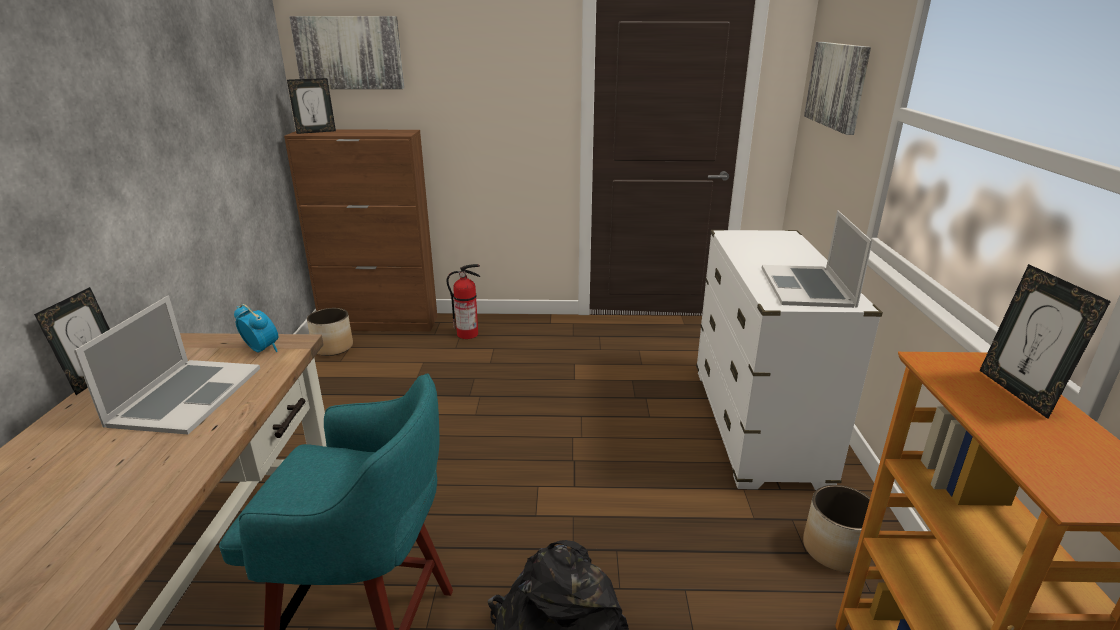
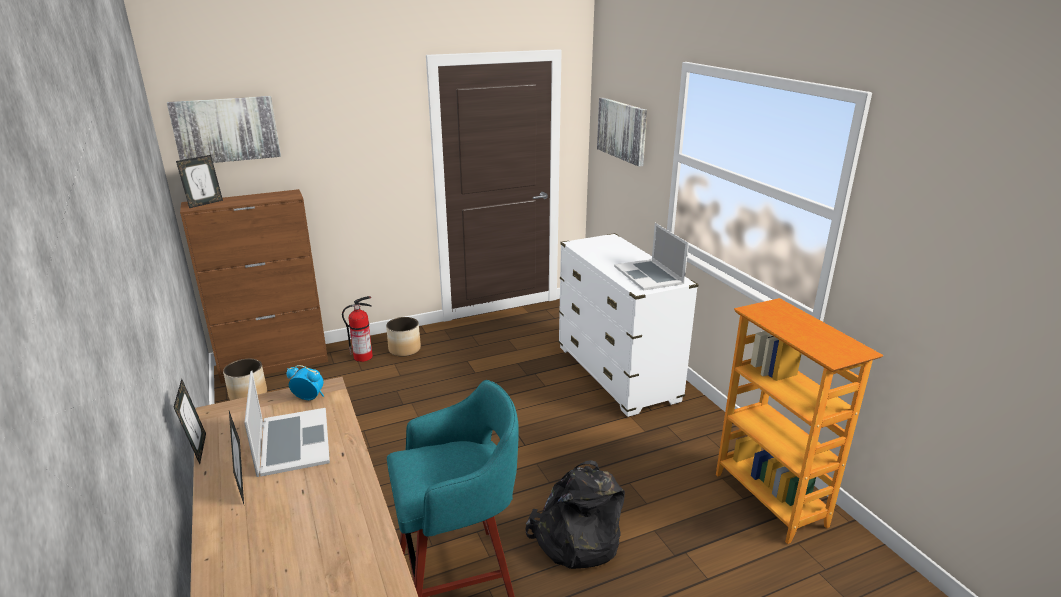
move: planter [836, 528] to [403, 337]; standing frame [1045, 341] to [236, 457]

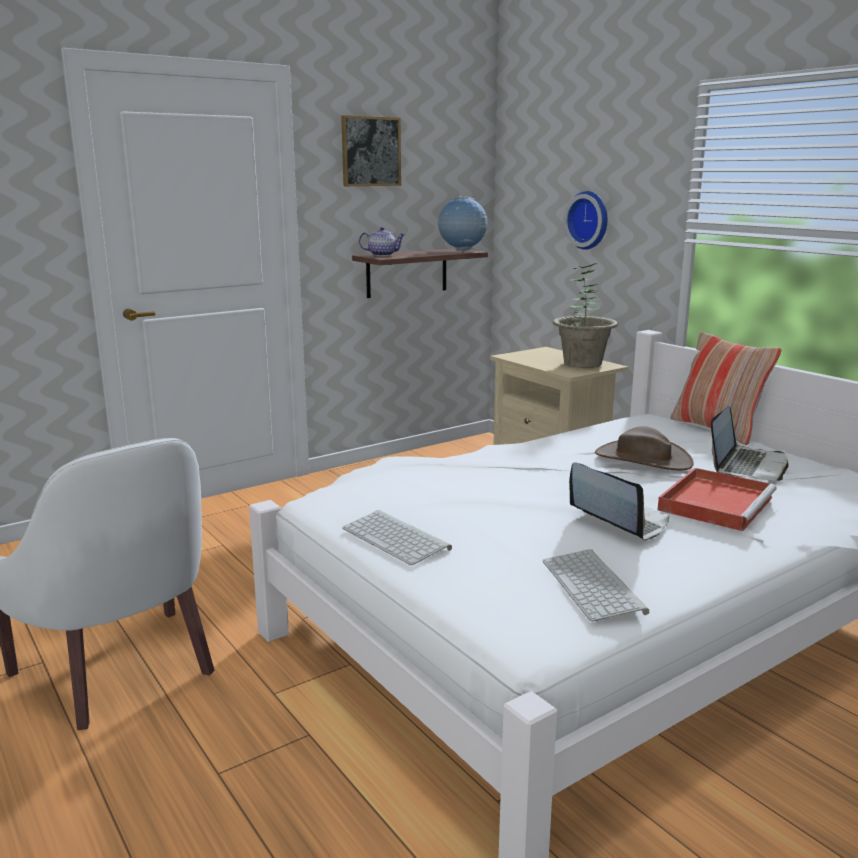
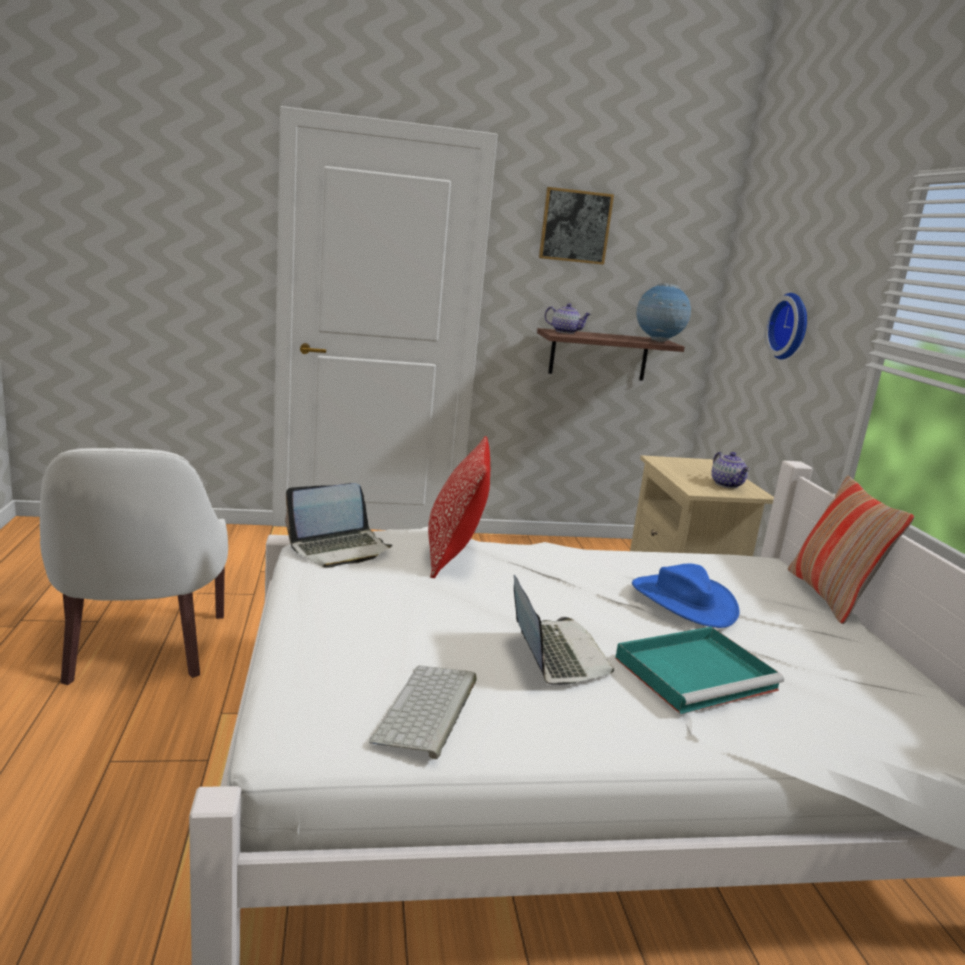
delete: PC keyboard [397, 537]
insert: cushion [459, 507]
move: notebook computer [750, 443] to [338, 525]
replace: houseplant [585, 315] to pot for tea [730, 470]
recolor: wearable hat/brown-coloured [644, 448] to wearable hat/bluish [686, 596]; serving tray/red-coloured [717, 499] to serving tray/turquoise-coloured [699, 670]

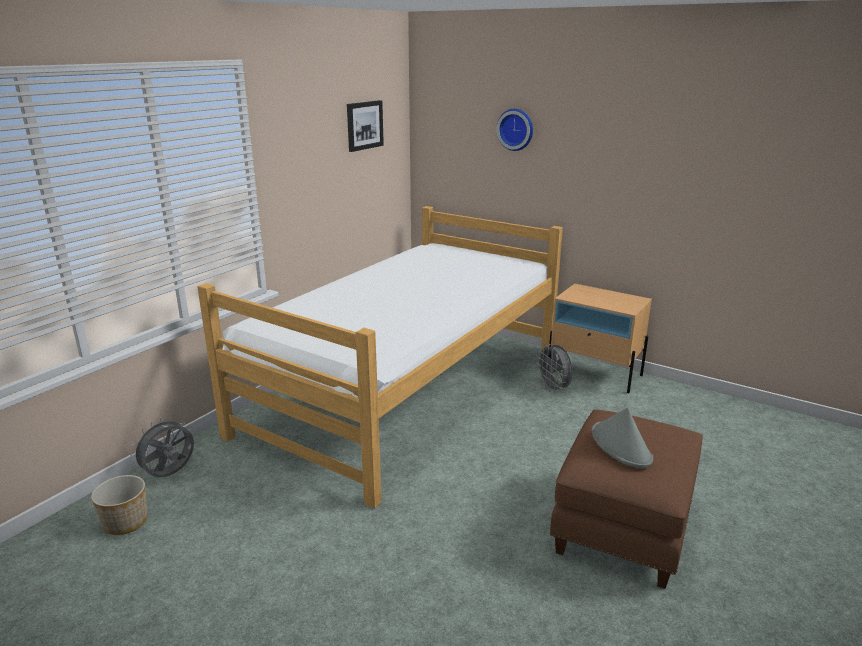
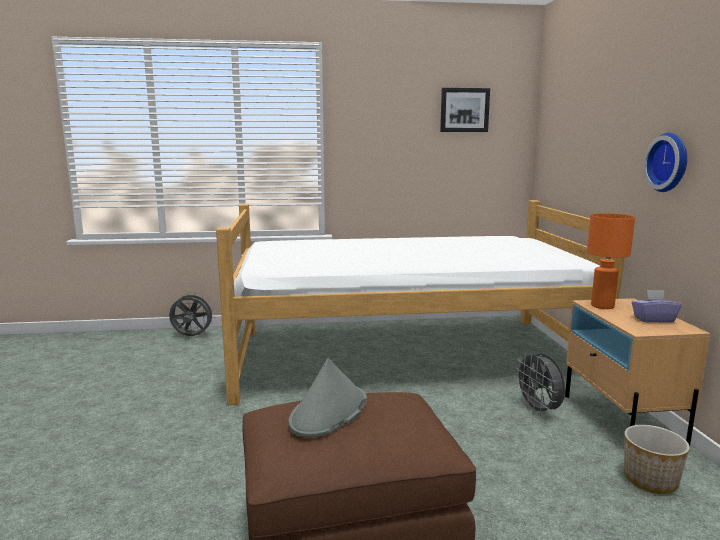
insert: table lamp/orange [611, 261]; tissue box/purple [656, 306]
move: planter [119, 505] to [657, 459]; wall clock [514, 130] to [665, 162]
rotate: electric fan/gray [554, 368] = [539, 383] 45 degrees counterclockwise

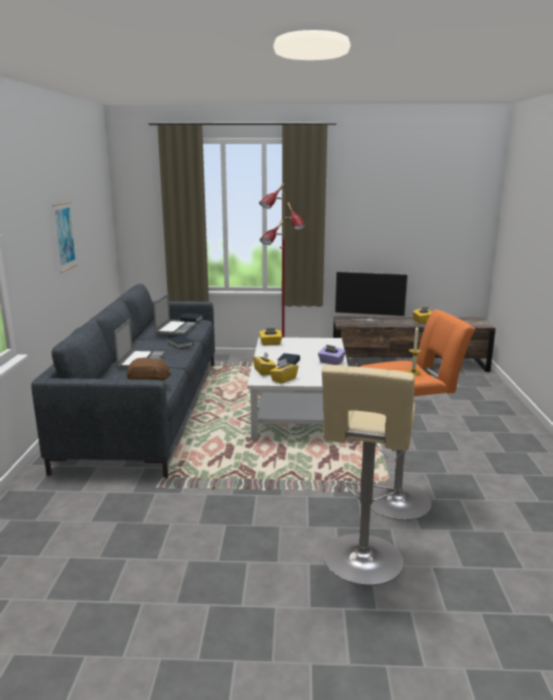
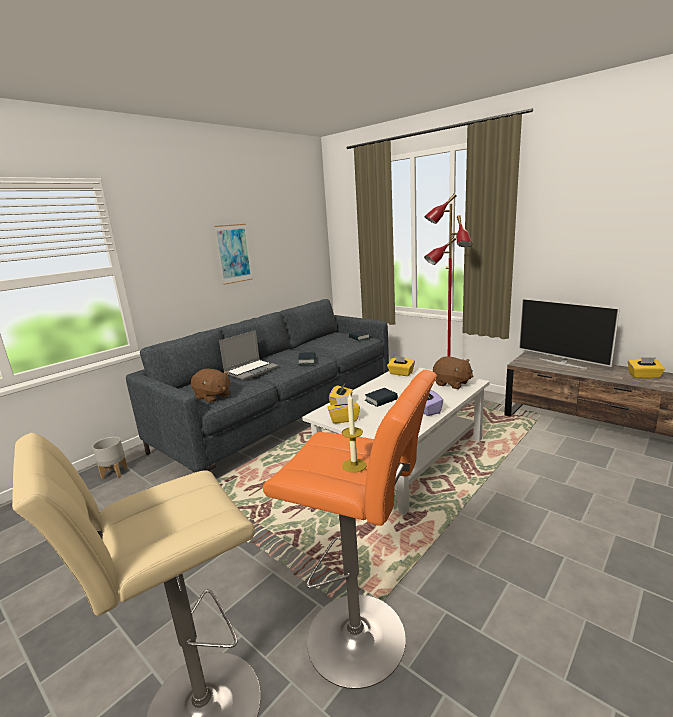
delete: notebook computer [174, 314]
insert: planter/gray [110, 458]; cuddly toy/brown-coloured [453, 372]

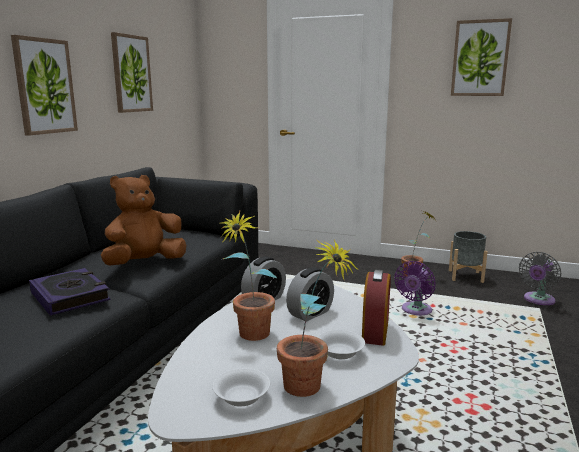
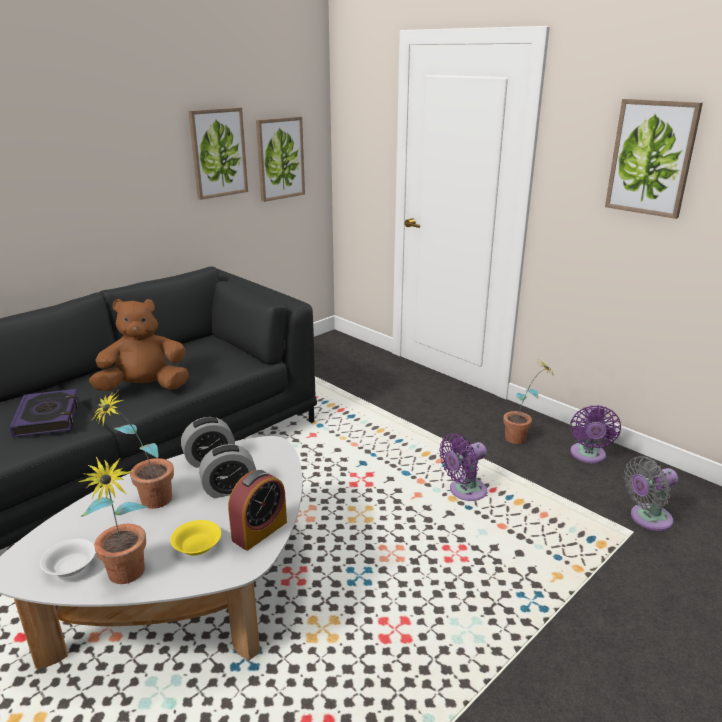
move: picture [44, 85] to [280, 159]
replace: planter/gray [468, 257] to electric fan/purple [595, 434]
recolor: bowl/white-coloured [341, 344] to bowl/yellow-coloured [195, 538]

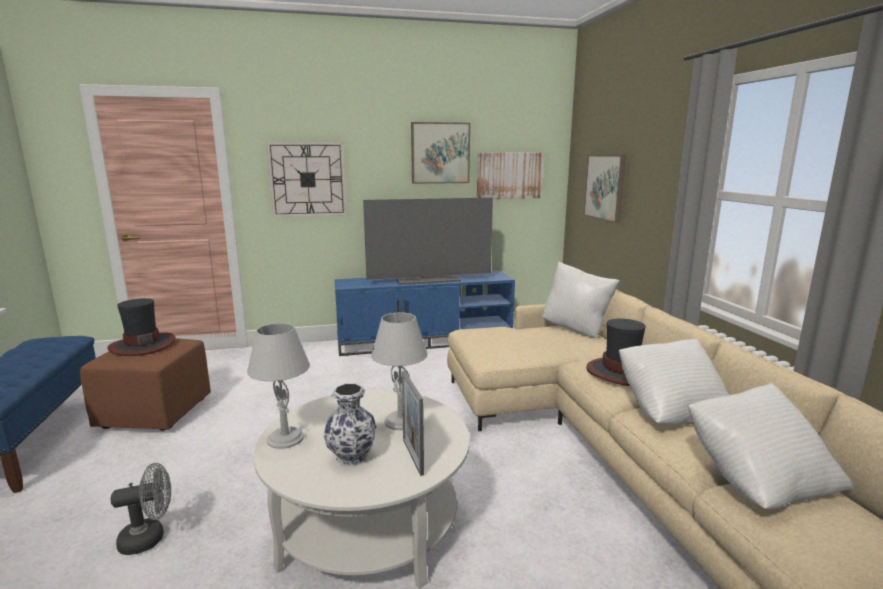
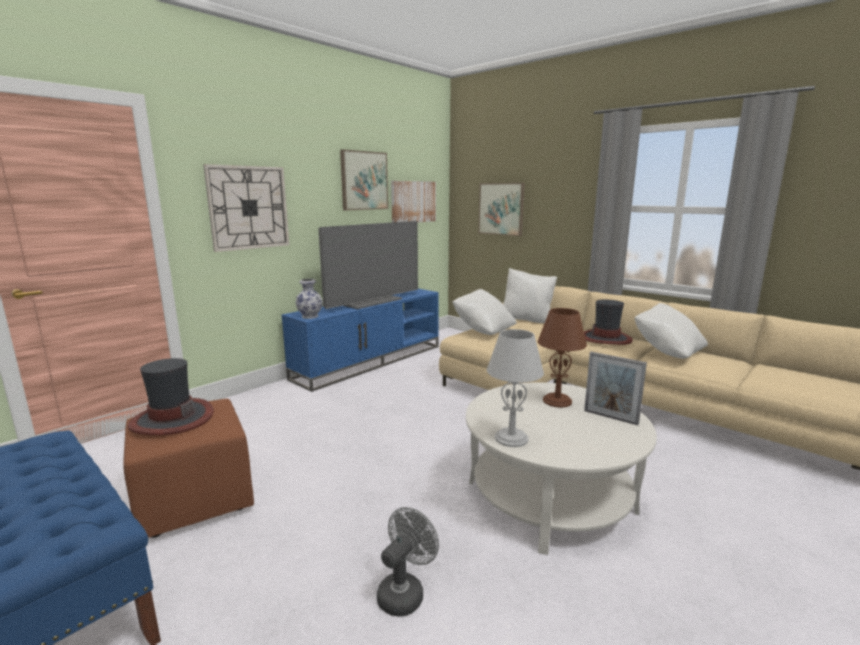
move: flower vase [350, 425] to [309, 299]; cushion/white-coloured [770, 446] to [484, 312]
recolor: table lamp/gray [399, 371] to table lamp/brown-coloured [562, 357]

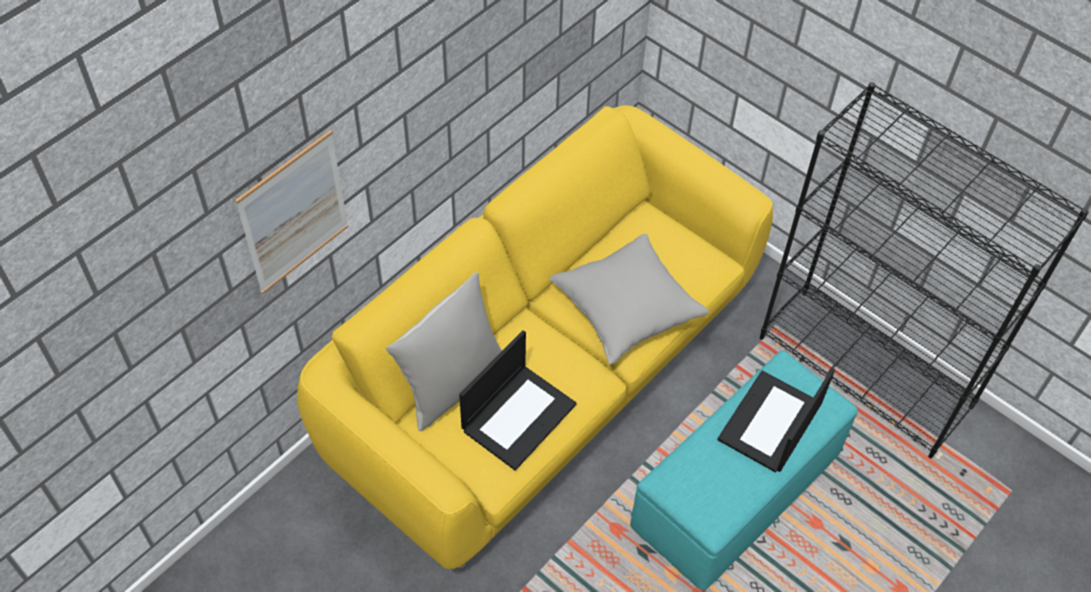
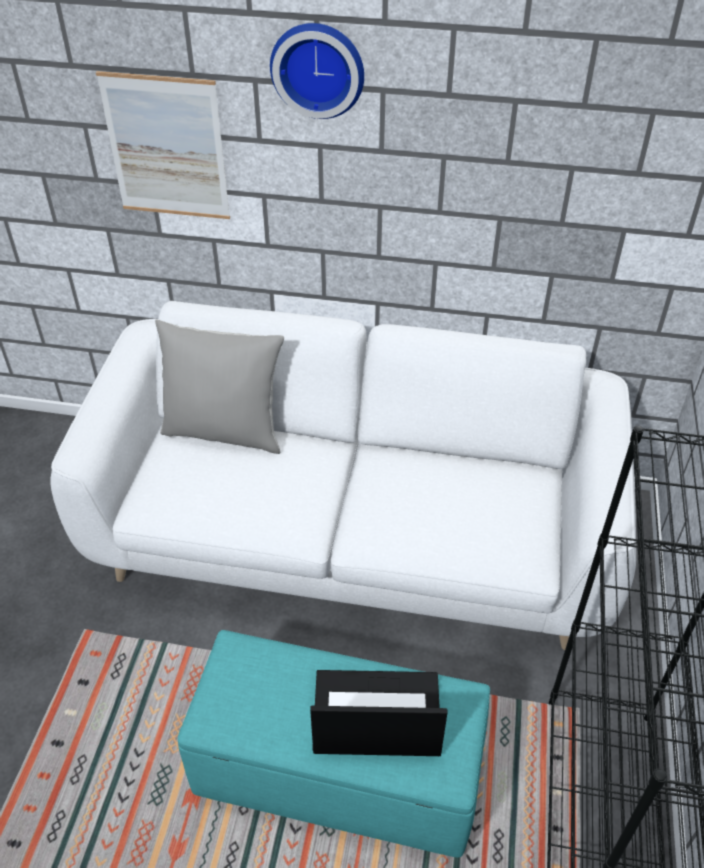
delete: notebook computer [518, 400]; cushion/gray [629, 299]
insert: wall clock [317, 71]
recolor: settee/yellow-coloured [535, 337] to settee/white-coloured [343, 475]

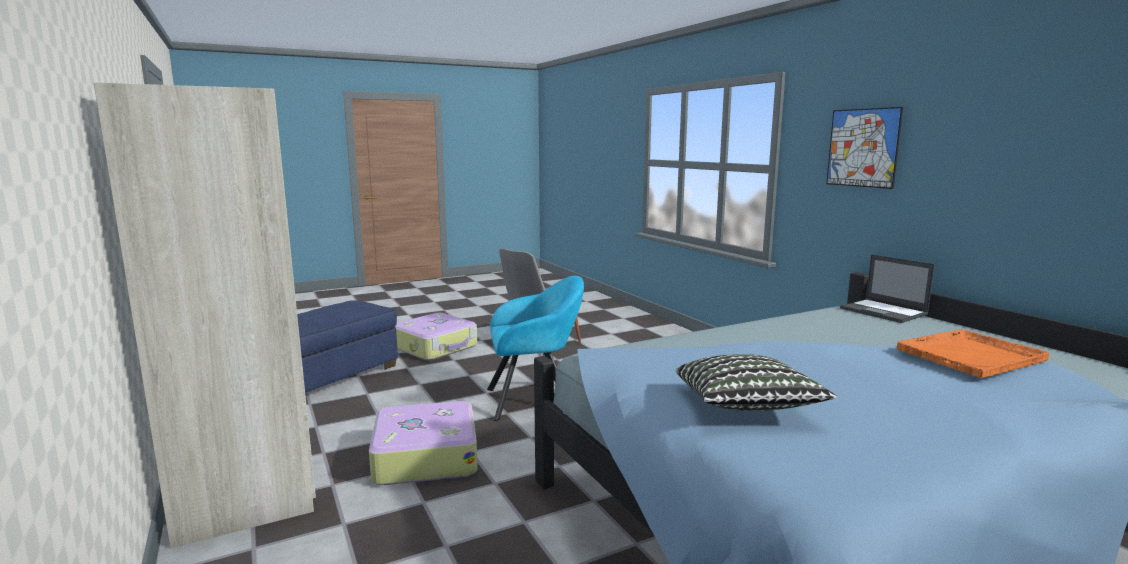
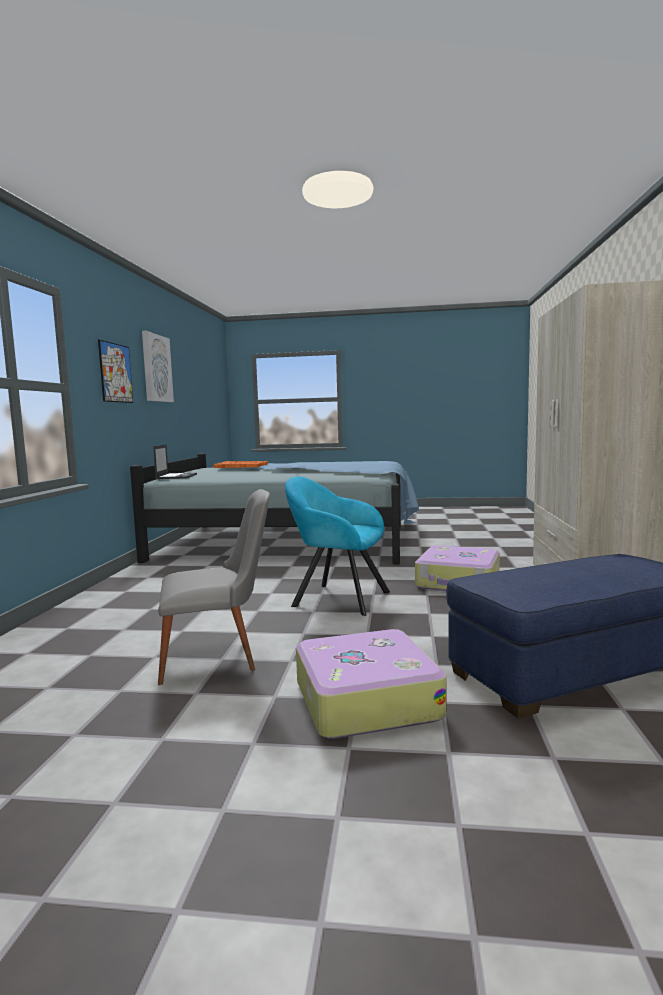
delete: cushion [756, 382]
insert: picture [158, 366]

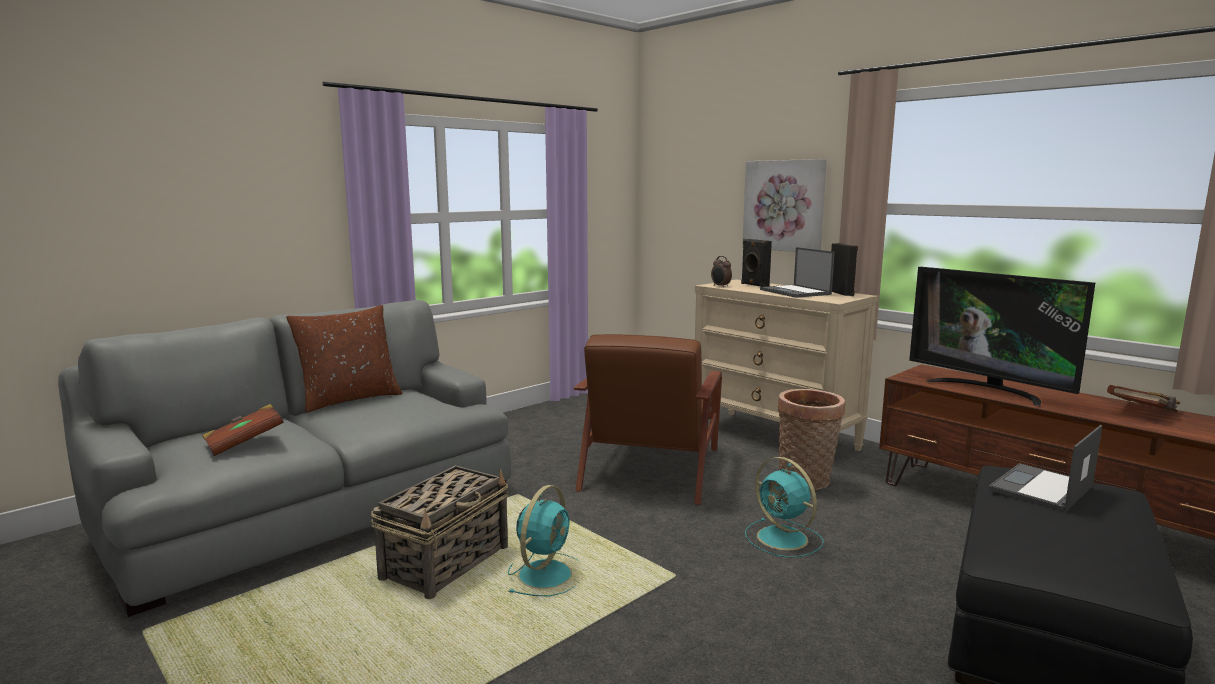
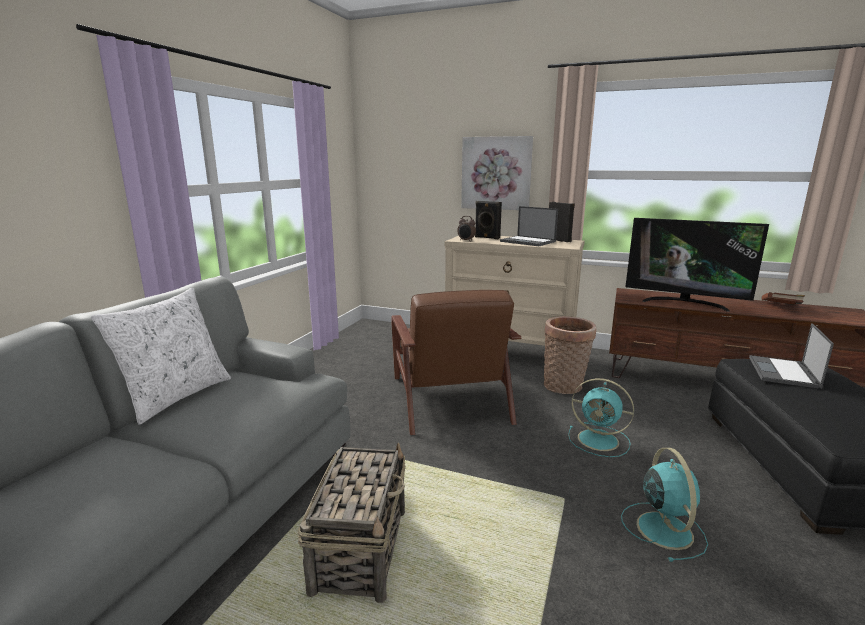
delete: volume/brown-coloured [243, 430]
move: electric fan/turquoise-coloured [543, 540] to [664, 505]
recolor: cushion/brown-coloured [344, 359] to cushion/white-coloured [161, 356]

